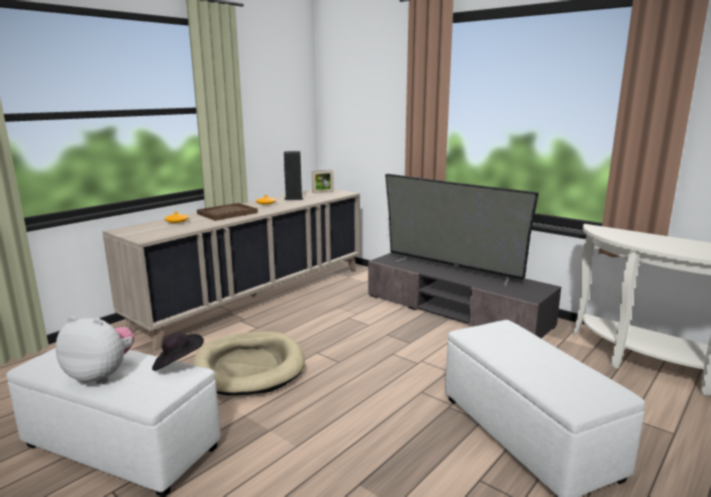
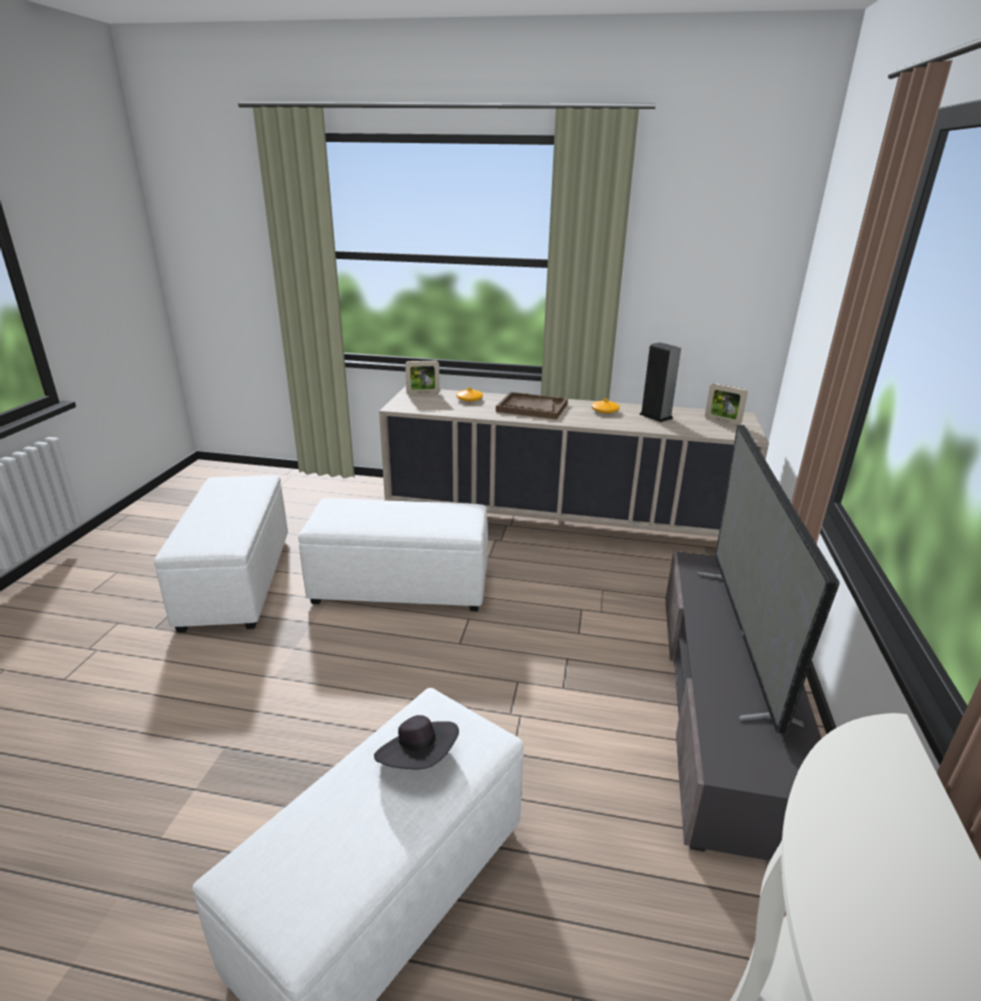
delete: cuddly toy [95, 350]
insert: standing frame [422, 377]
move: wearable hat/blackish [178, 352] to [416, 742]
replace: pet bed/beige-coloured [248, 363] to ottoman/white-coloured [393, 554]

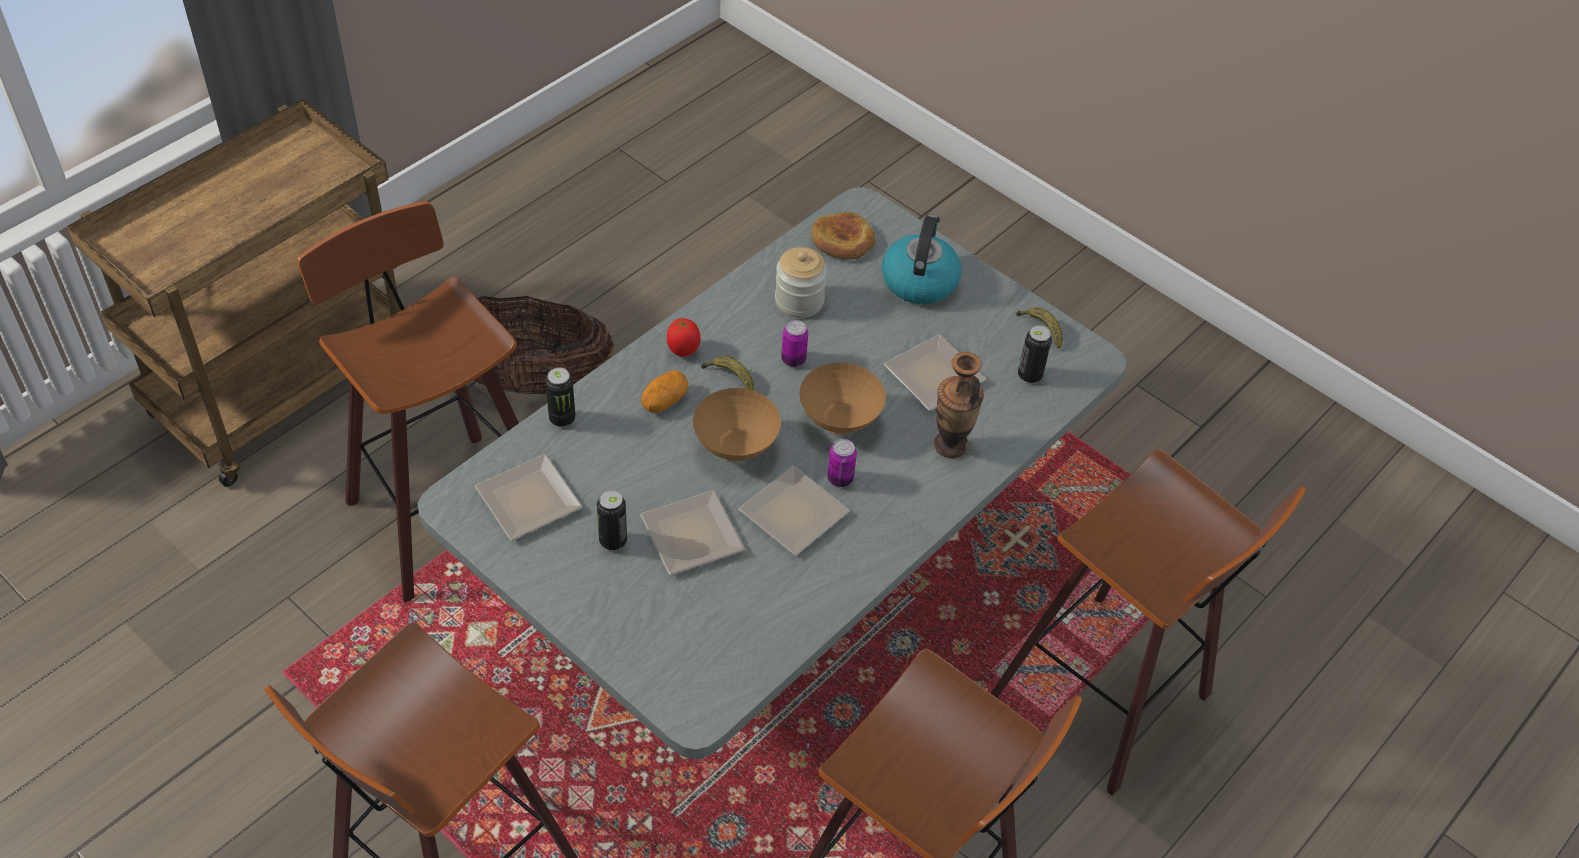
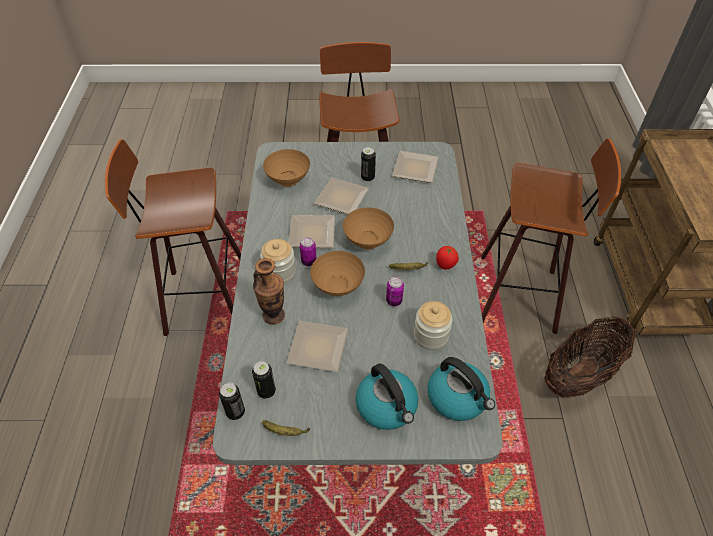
delete: spud [664, 391]; sitting stool [1148, 622]
insert: storage jar [278, 261]; bowl/brown-coloured [286, 168]
move: can [560, 397] to [232, 401]
replace: bread [843, 236] to kettle [461, 389]

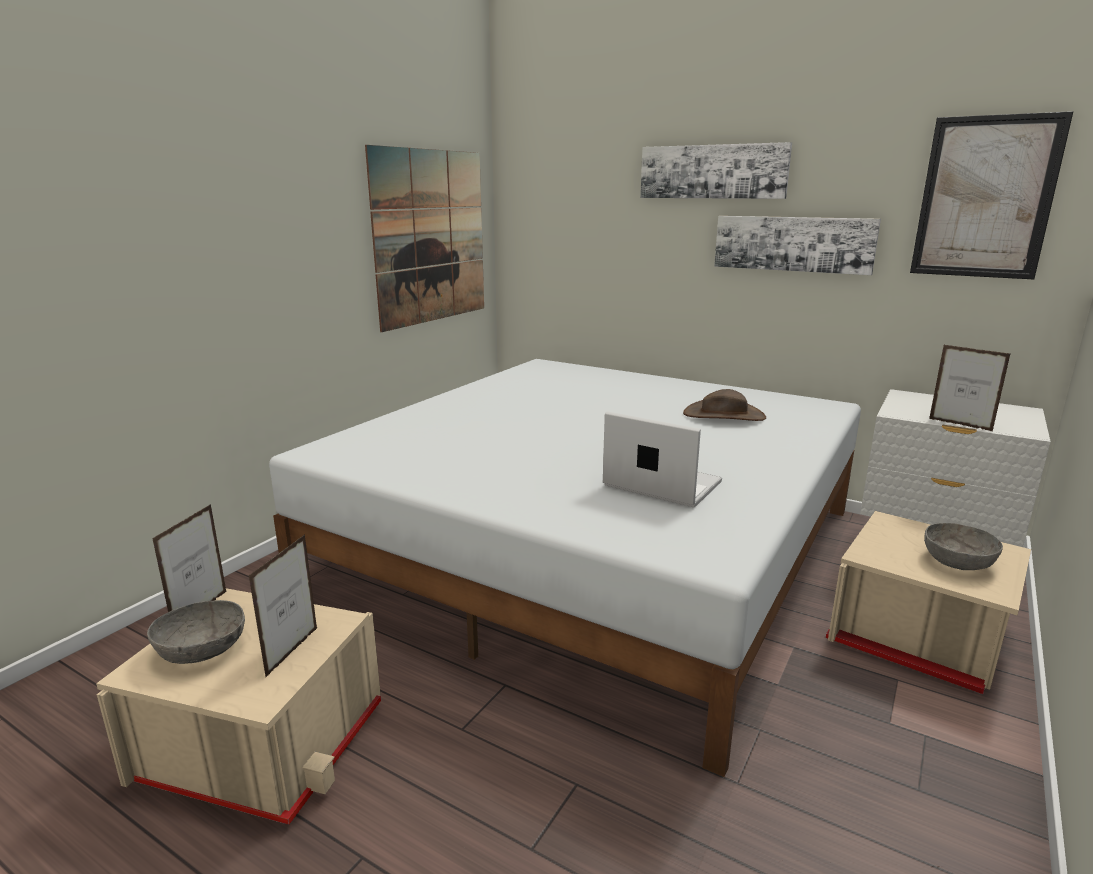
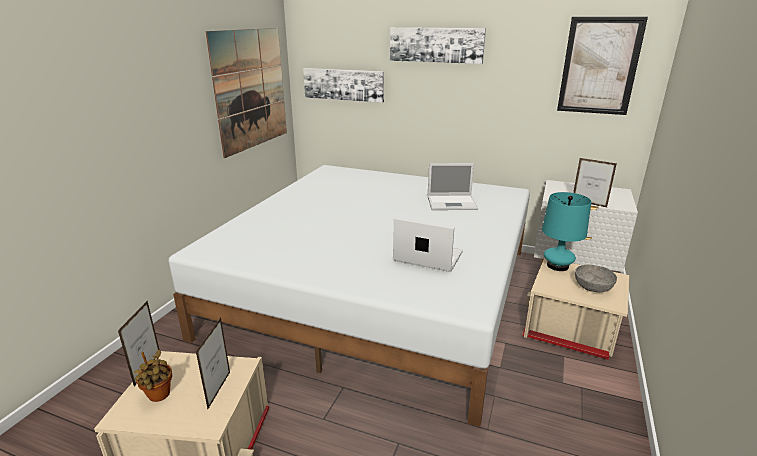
insert: table lamp/turquoise-coloured [566, 231]
move: picture [797, 245] to [343, 85]
replace: bowl/gray [196, 632] to houseplant [153, 376]; wearable hat/brown-coloured [724, 405] to notebook computer [453, 186]

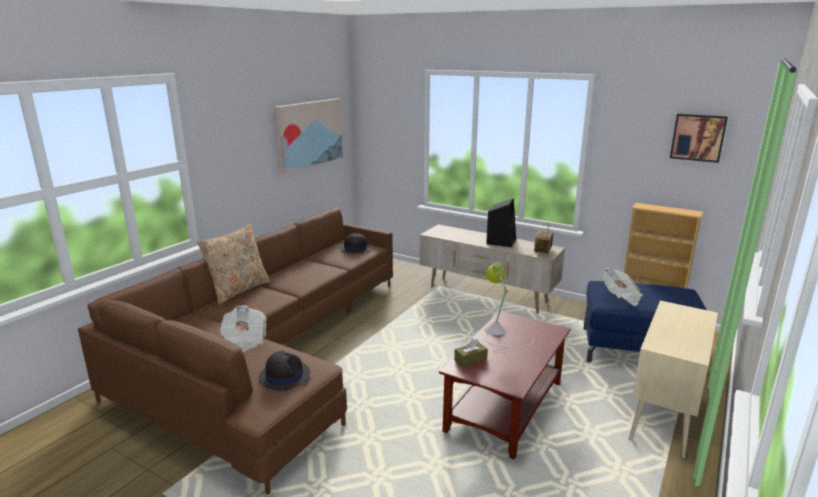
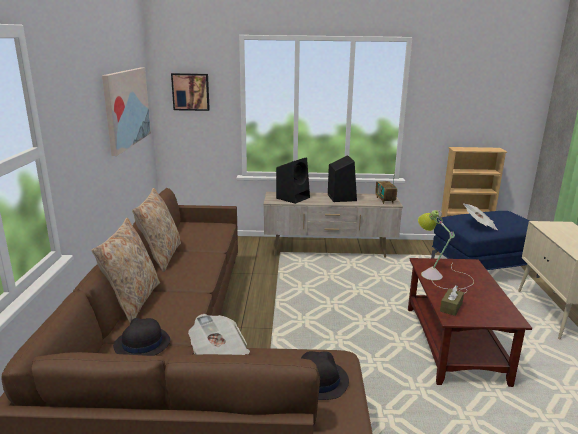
insert: cushion/beige-coloured [156, 230]; audio speaker/blackish [293, 180]
move: wearable hat/blackish [355, 243] to [141, 337]; picture [699, 138] to [190, 92]

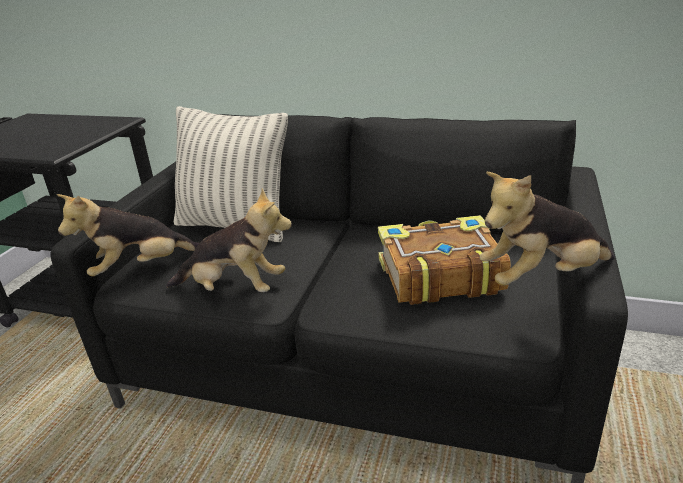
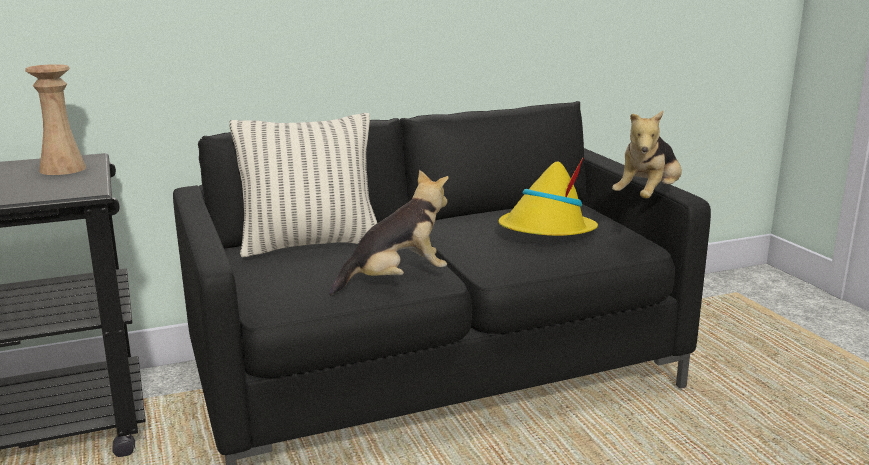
delete: cuddly toy [128, 235]
insert: flower vase/beige-coloured [55, 119]
replace: volume [444, 260] to wearable hat/yellow-coloured [548, 197]

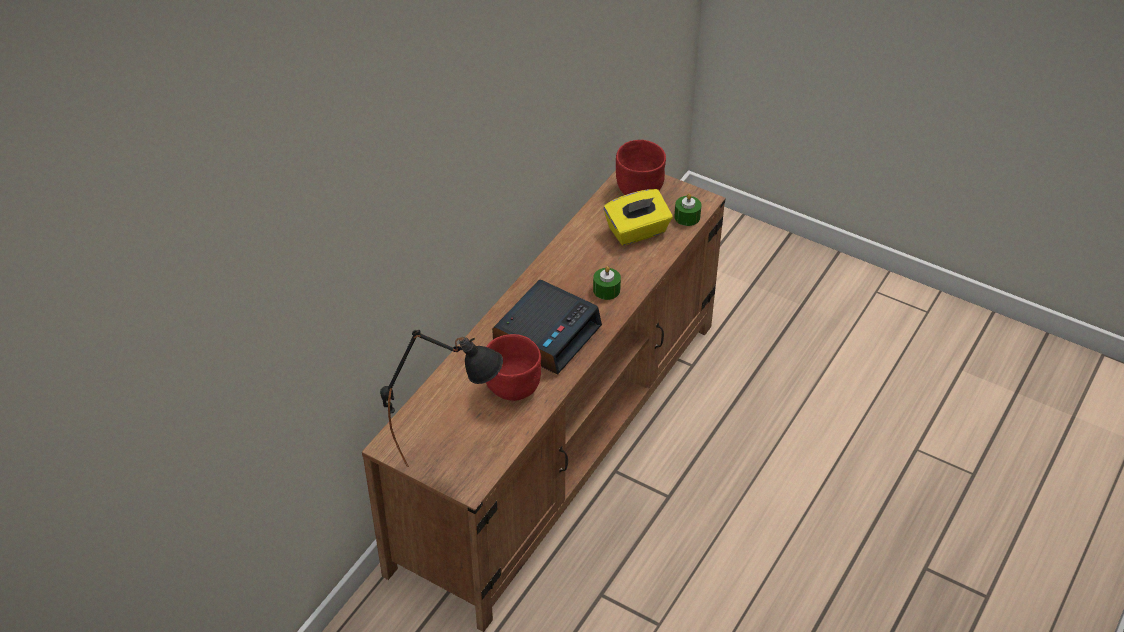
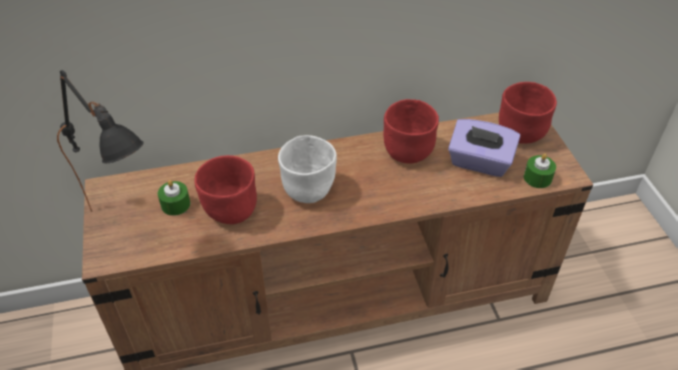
insert: bowl/red-coloured [411, 131]
move: wax candle/green-coloured [607, 283] to [174, 198]
replace: alarm clock [547, 327] to bowl/white-coloured [307, 169]
recolor: tissue box/yellow-coloured [638, 217] to tissue box/purple [484, 148]

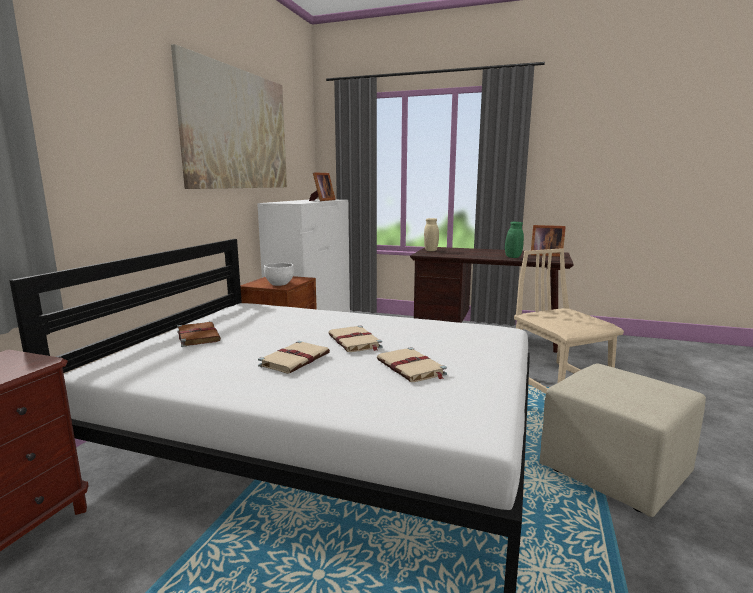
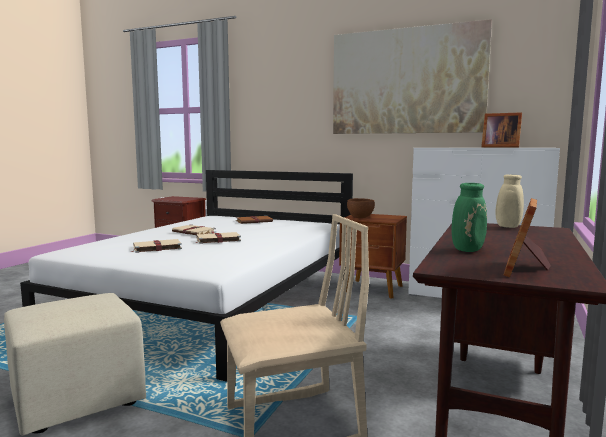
recolor: bowl/white-coloured [279, 274] to bowl/brown-coloured [361, 208]

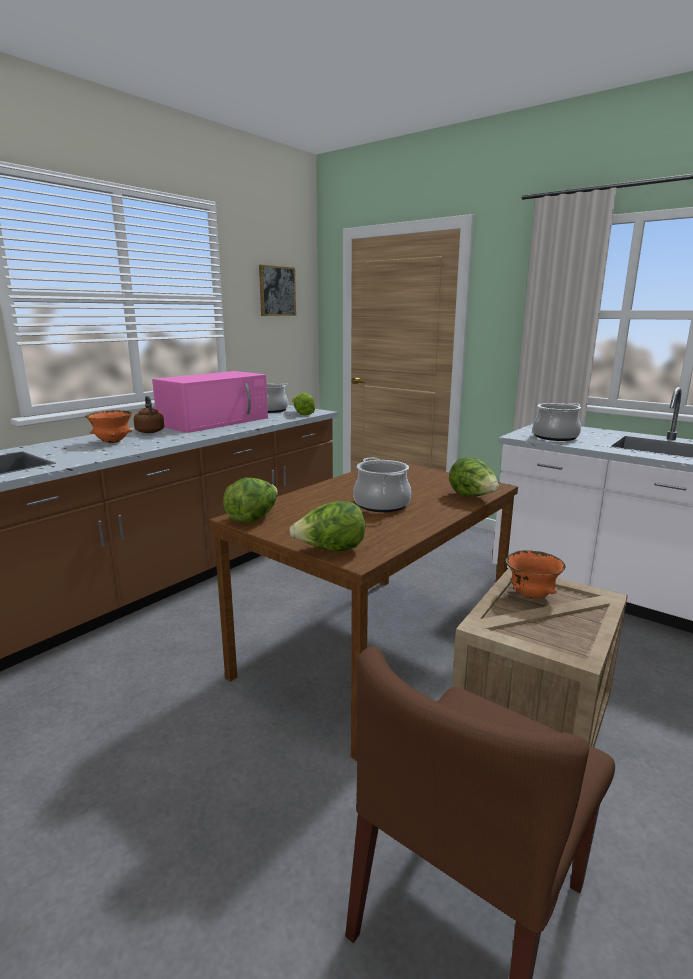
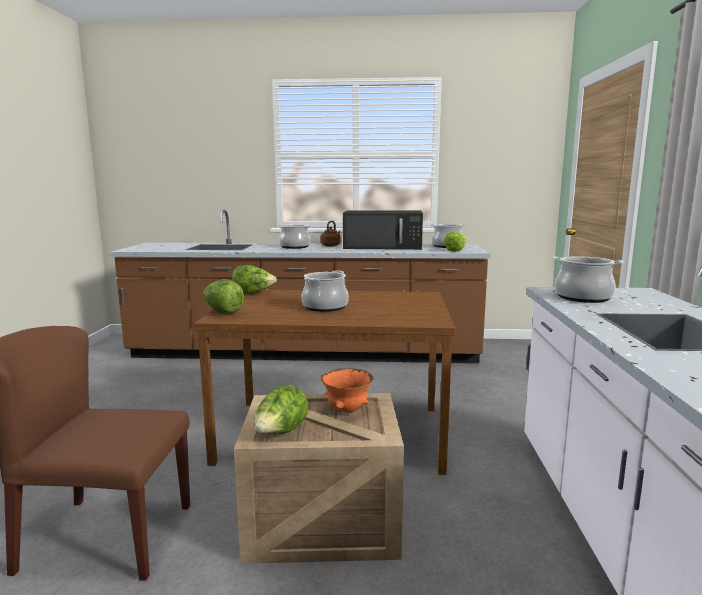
delete: picture [277, 290]
move: head of lettuce [474, 477] to [281, 409]
replace: bowl/orange [108, 426] to stockpot [294, 236]
recolor: microwave/pinkish [210, 402] to microwave/blackish [383, 230]

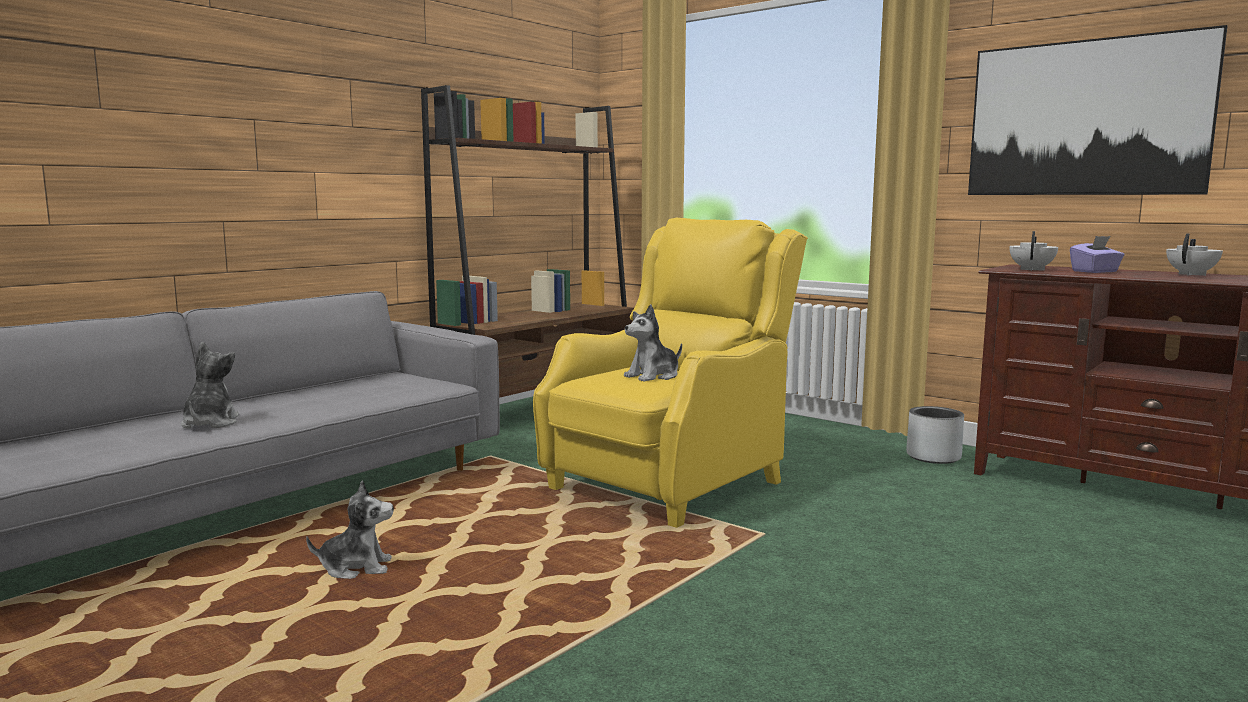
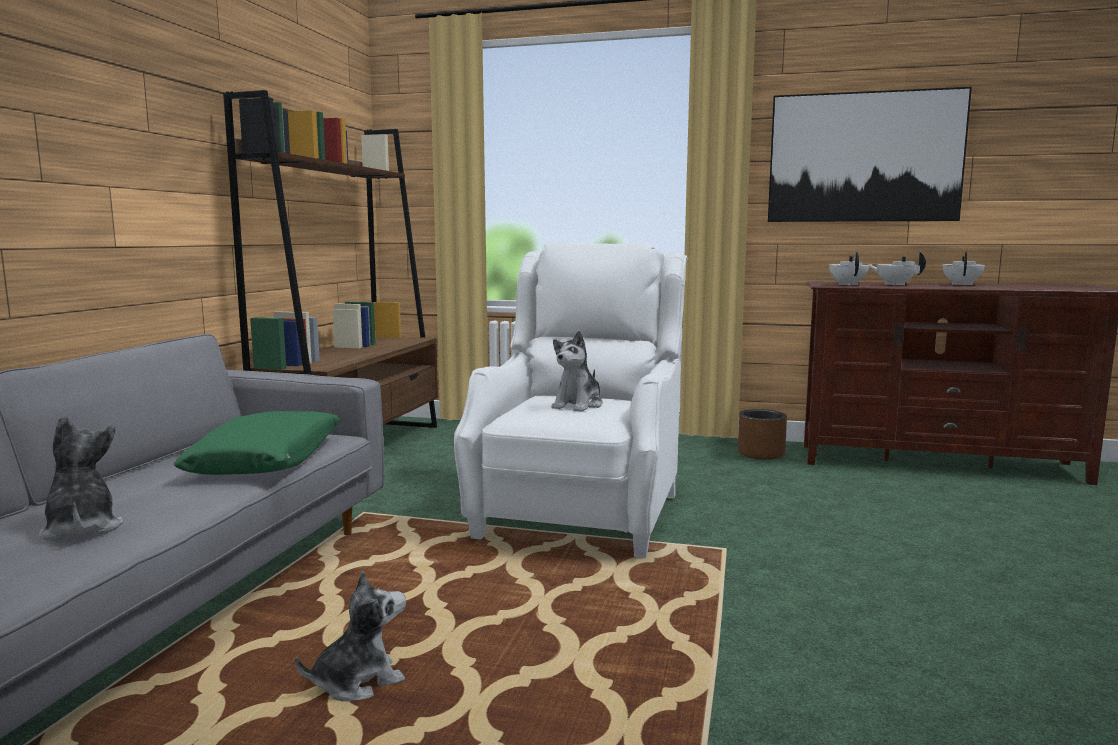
insert: cushion/green-coloured [257, 443]
replace: tissue box/purple [1097, 254] to pot for tea/white-coloured [896, 268]
recolor: armchair/yellow-coloured [670, 373] to armchair/white-coloured [570, 400]; planter/gray [935, 435] to planter/brown-coloured [762, 434]

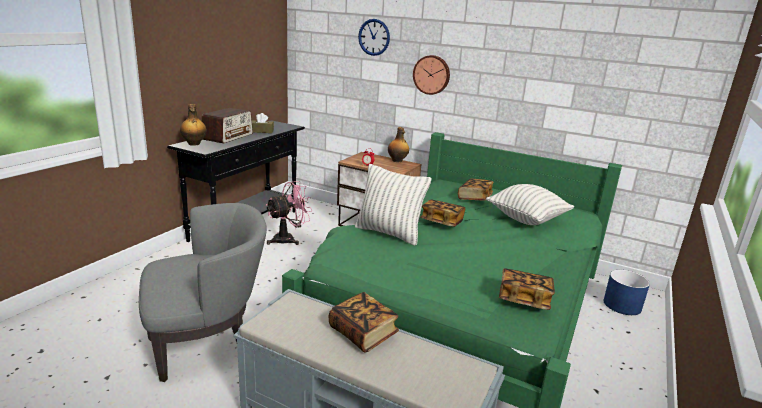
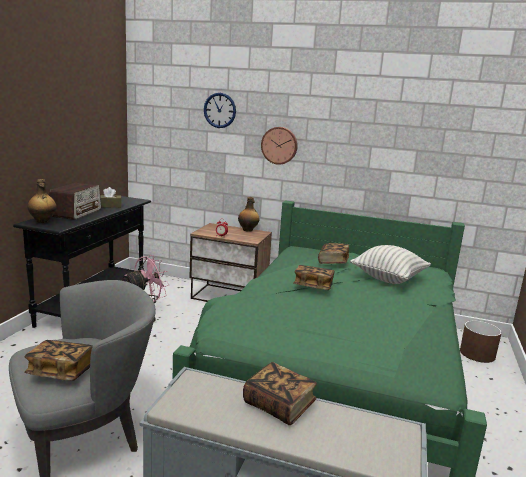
delete: cushion [393, 204]
move: volume [527, 289] to [58, 360]
recolor: planter/bluish [626, 292] to planter/brown-coloured [481, 341]

